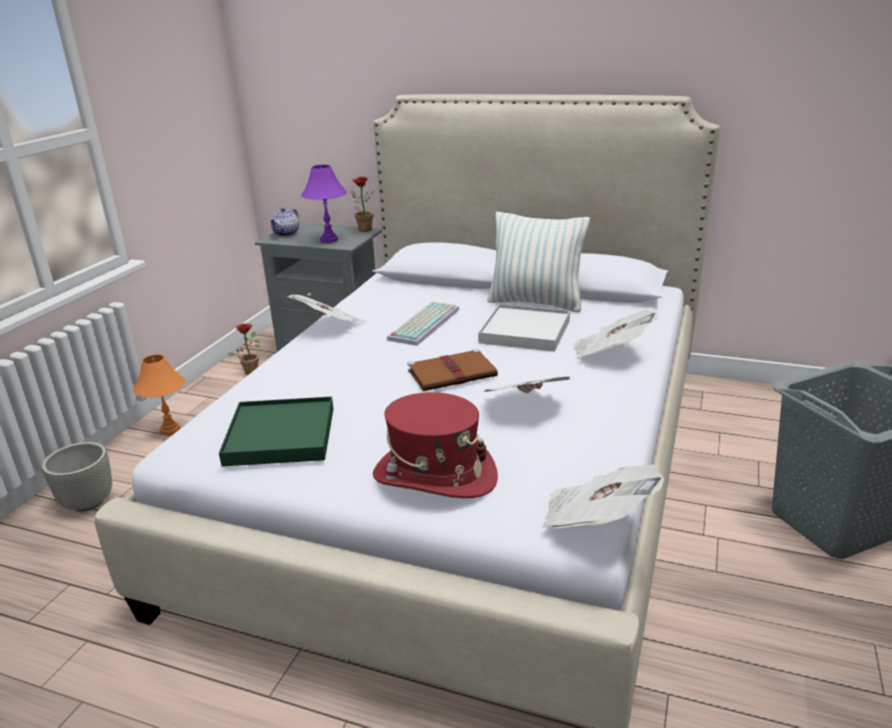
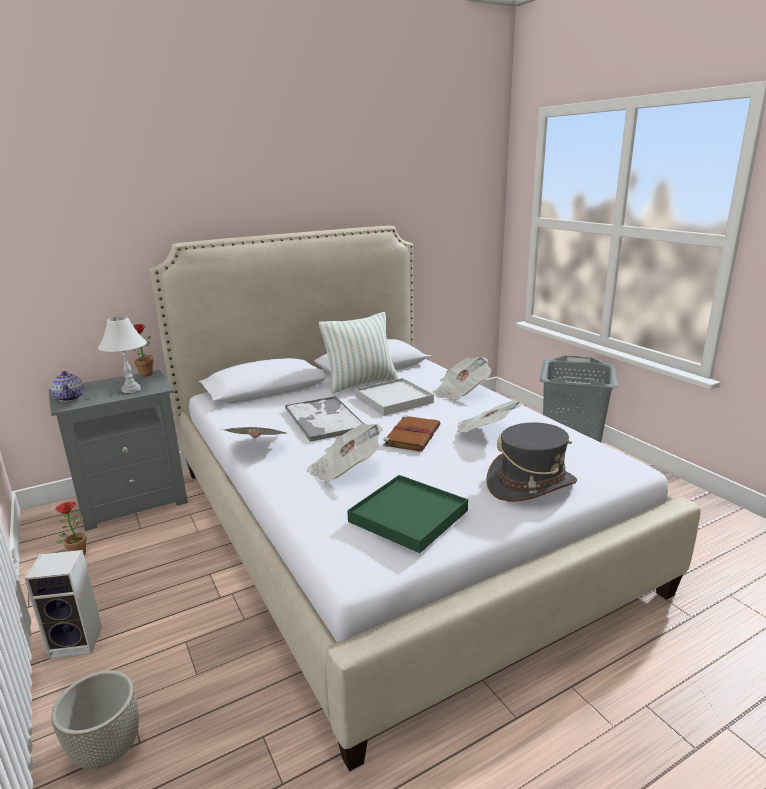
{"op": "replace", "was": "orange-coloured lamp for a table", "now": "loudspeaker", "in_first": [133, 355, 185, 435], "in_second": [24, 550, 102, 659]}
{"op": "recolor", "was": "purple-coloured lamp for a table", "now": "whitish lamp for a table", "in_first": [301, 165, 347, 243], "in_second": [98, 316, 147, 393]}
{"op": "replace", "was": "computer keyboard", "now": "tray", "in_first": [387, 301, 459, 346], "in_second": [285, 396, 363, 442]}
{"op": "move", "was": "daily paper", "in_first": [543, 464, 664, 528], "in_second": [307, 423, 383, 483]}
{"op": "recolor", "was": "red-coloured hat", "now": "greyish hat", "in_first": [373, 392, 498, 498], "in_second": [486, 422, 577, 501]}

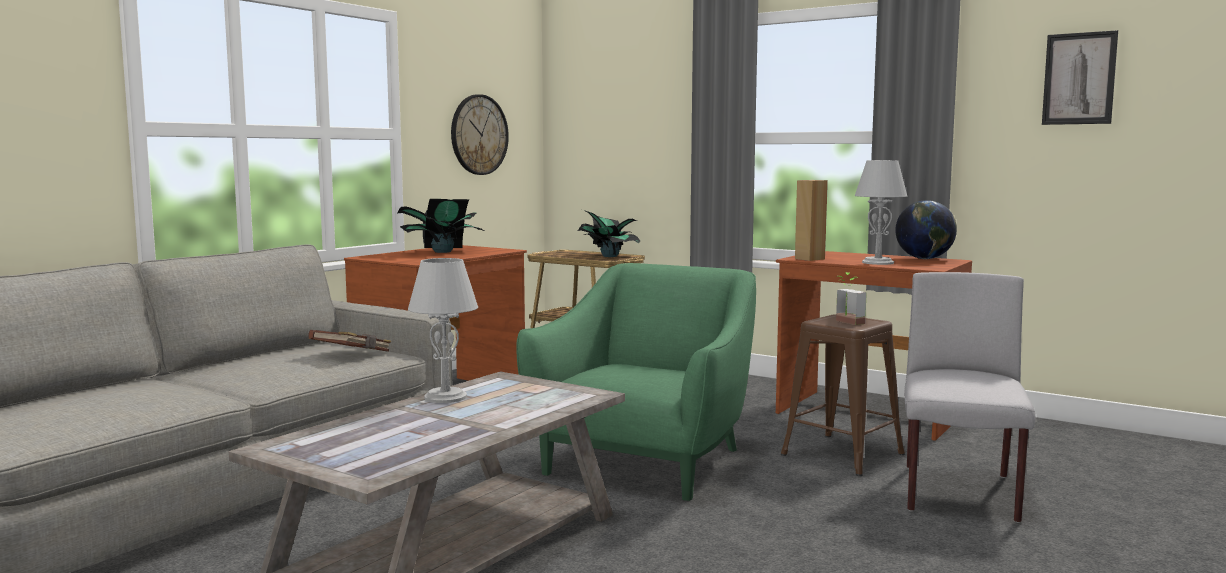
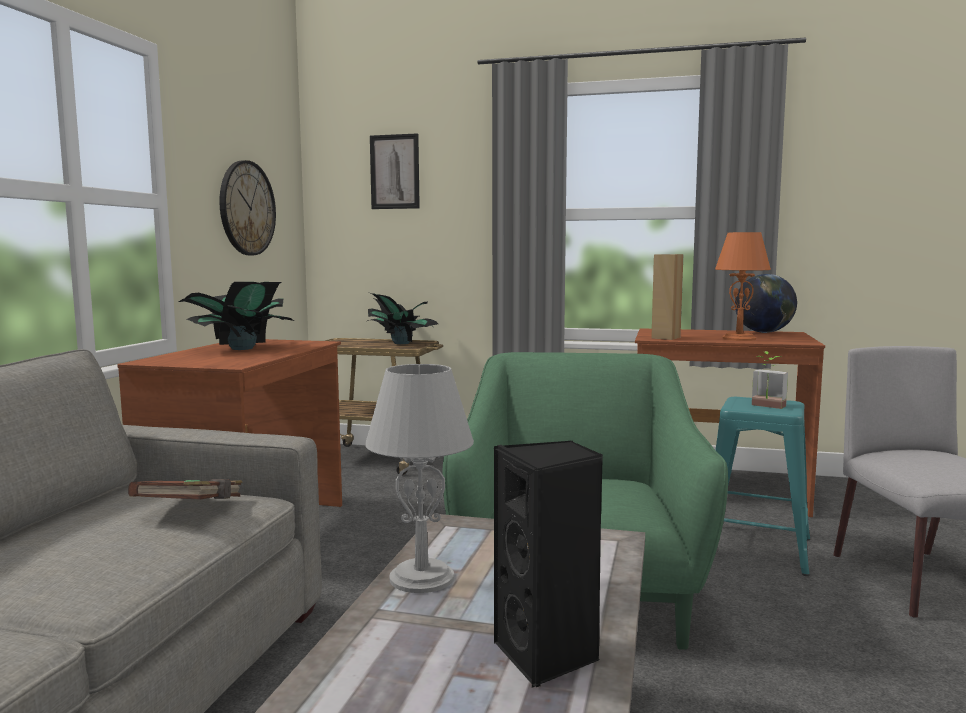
{"op": "move", "was": "picture", "in_first": [1042, 30, 1118, 125], "in_second": [370, 133, 420, 209]}
{"op": "insert", "now": "black loudspeaker", "in_second": [494, 441, 604, 688]}
{"op": "recolor", "was": "greyish lamp for a table", "now": "orange-coloured lamp for a table", "in_first": [855, 160, 907, 265], "in_second": [715, 232, 771, 341]}
{"op": "recolor", "was": "brown stool seat", "now": "turquoise stool seat", "in_first": [781, 314, 905, 476], "in_second": [716, 397, 810, 576]}

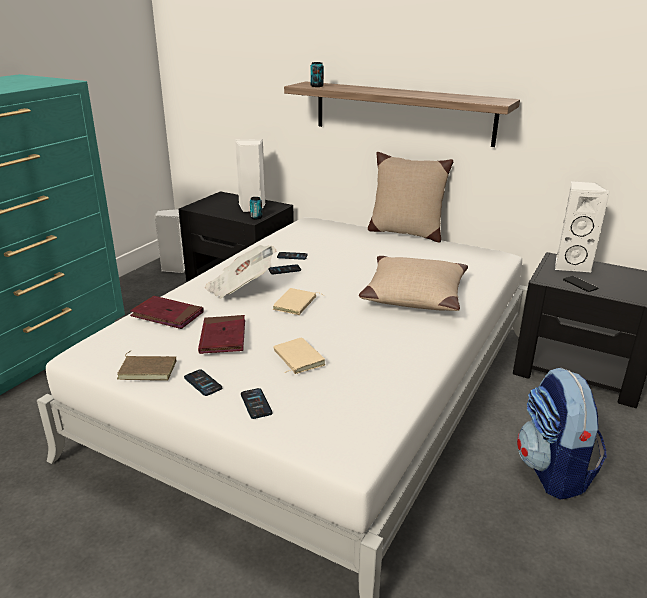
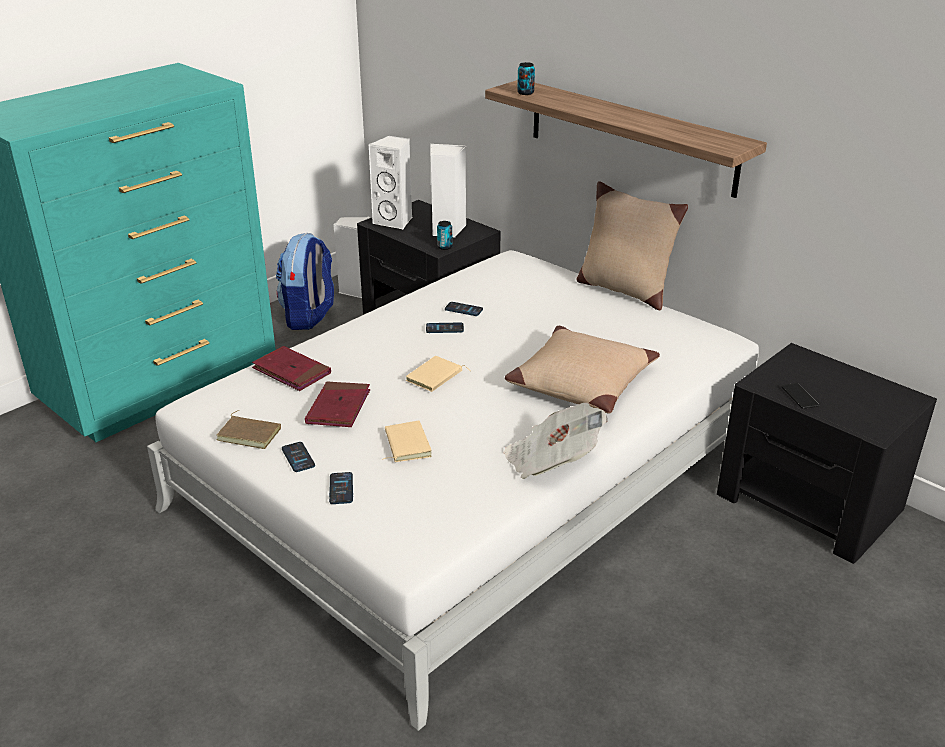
{"op": "move", "was": "knapsack", "in_first": [517, 367, 607, 499], "in_second": [276, 233, 334, 330]}
{"op": "move", "was": "whitish loudspeaker", "in_first": [555, 181, 610, 273], "in_second": [368, 136, 412, 229]}
{"op": "move", "was": "daily paper", "in_first": [205, 245, 276, 298], "in_second": [504, 403, 608, 479]}

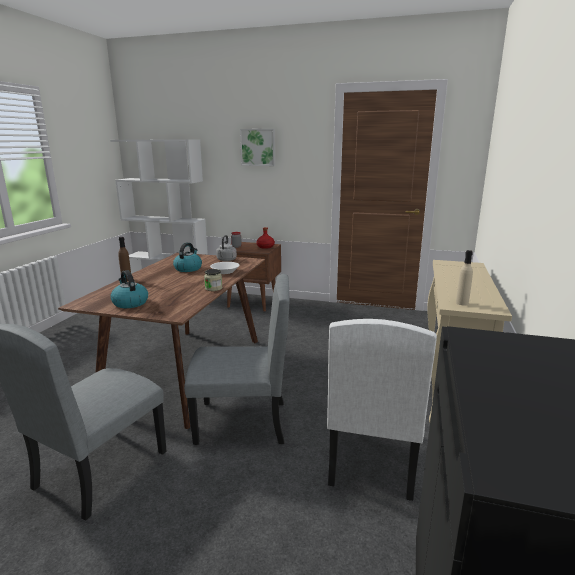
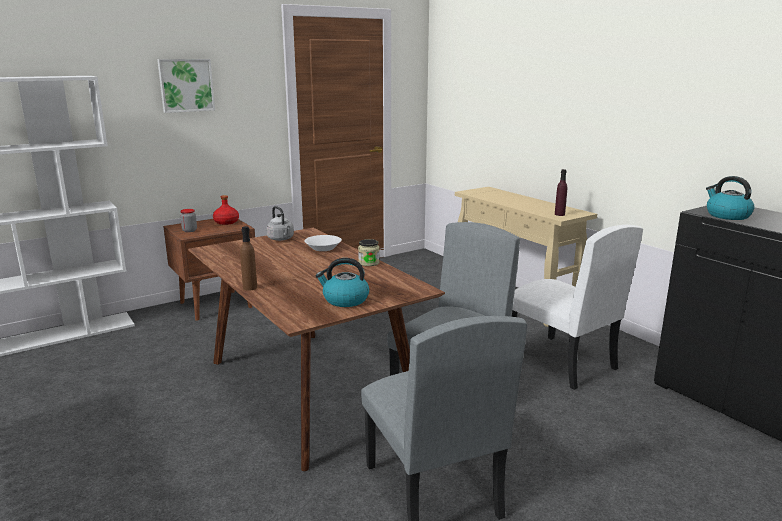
{"op": "recolor", "was": "sand-coloured bottle", "now": "purple-coloured bottle", "in_first": [456, 250, 473, 306], "in_second": [555, 169, 567, 216]}
{"op": "move", "was": "kettle", "in_first": [173, 243, 202, 272], "in_second": [706, 176, 755, 220]}

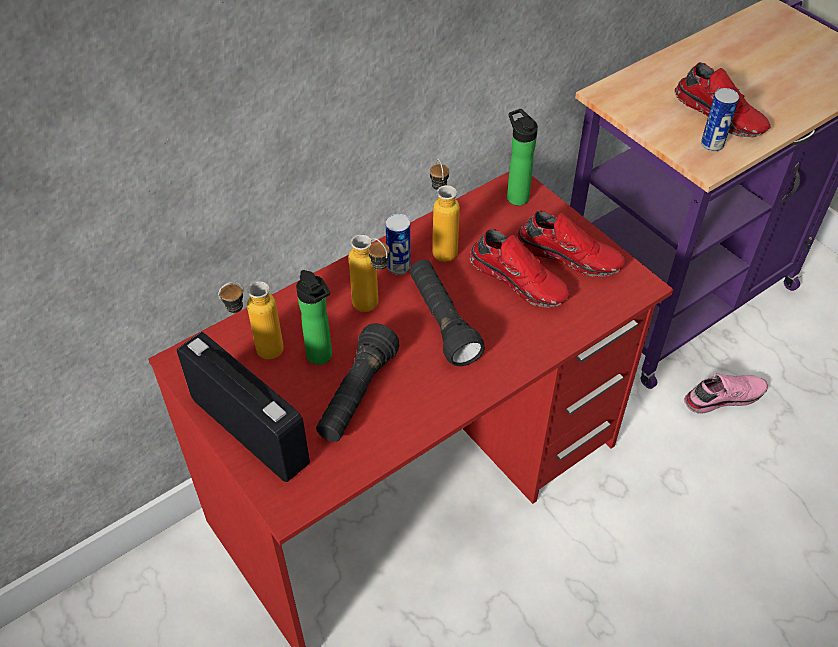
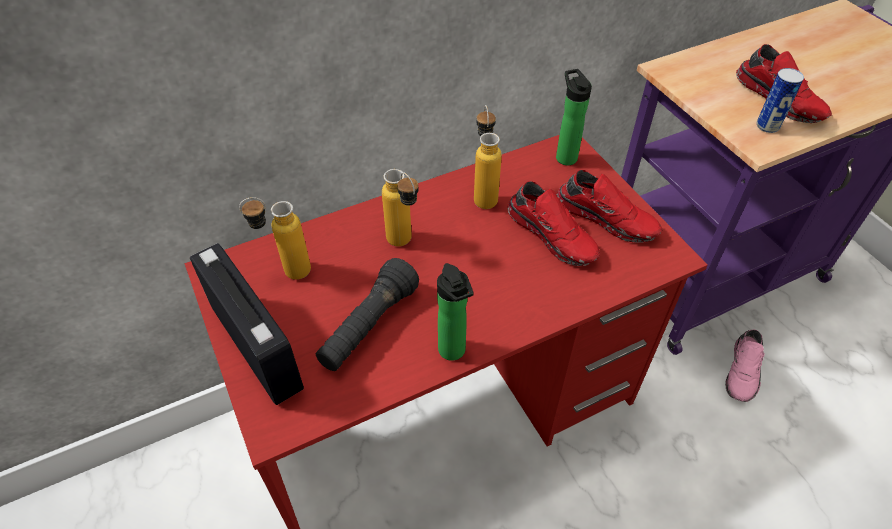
{"op": "move", "was": "bottle", "in_first": [296, 270, 332, 365], "in_second": [437, 263, 473, 361]}
{"op": "rotate", "was": "pink item of footwear", "in_first": [684, 373, 768, 414], "in_second": [725, 329, 765, 402], "clockwise": 120}
{"op": "delete", "was": "metal can", "in_first": [385, 214, 411, 275]}
{"op": "delete", "was": "black torch", "in_first": [409, 260, 485, 366]}

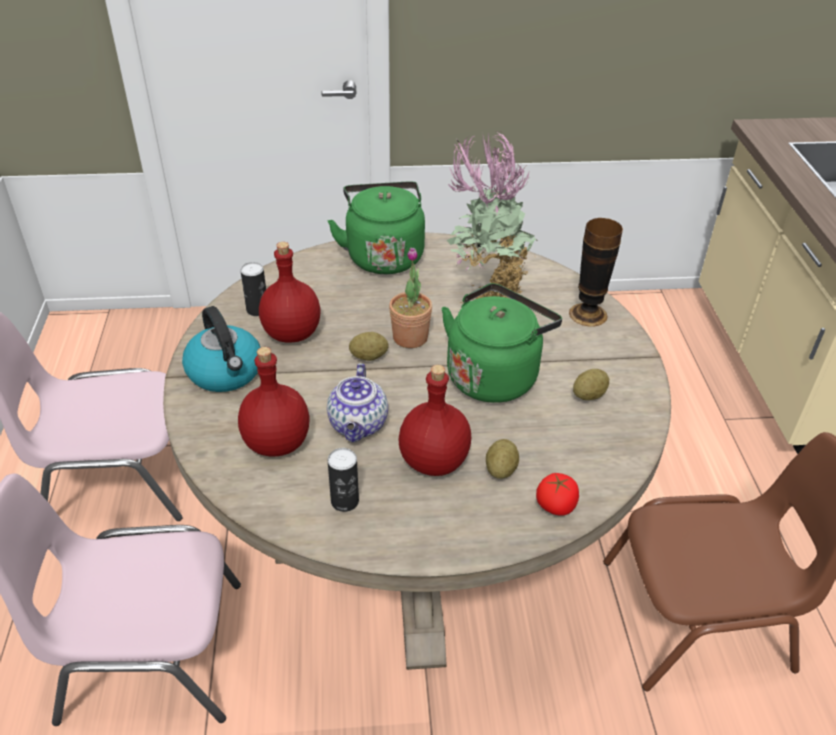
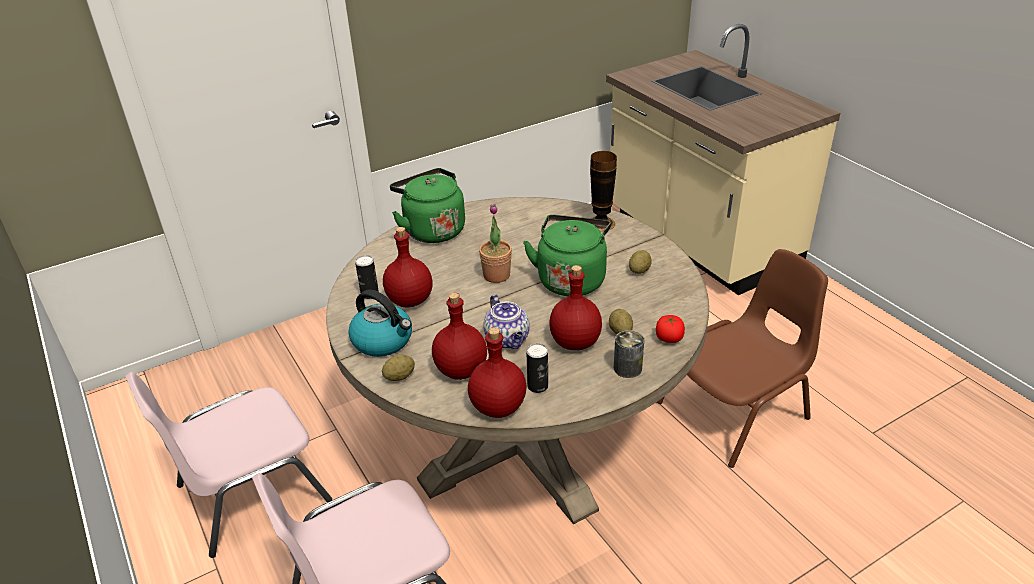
{"op": "move", "was": "potato", "in_first": [349, 332, 388, 361], "in_second": [382, 355, 415, 381]}
{"op": "insert", "now": "red-coloured bottle", "in_second": [468, 327, 527, 418]}
{"op": "insert", "now": "metal can", "in_second": [614, 330, 644, 378]}
{"op": "delete", "was": "plant in a pot", "in_first": [447, 131, 537, 303]}

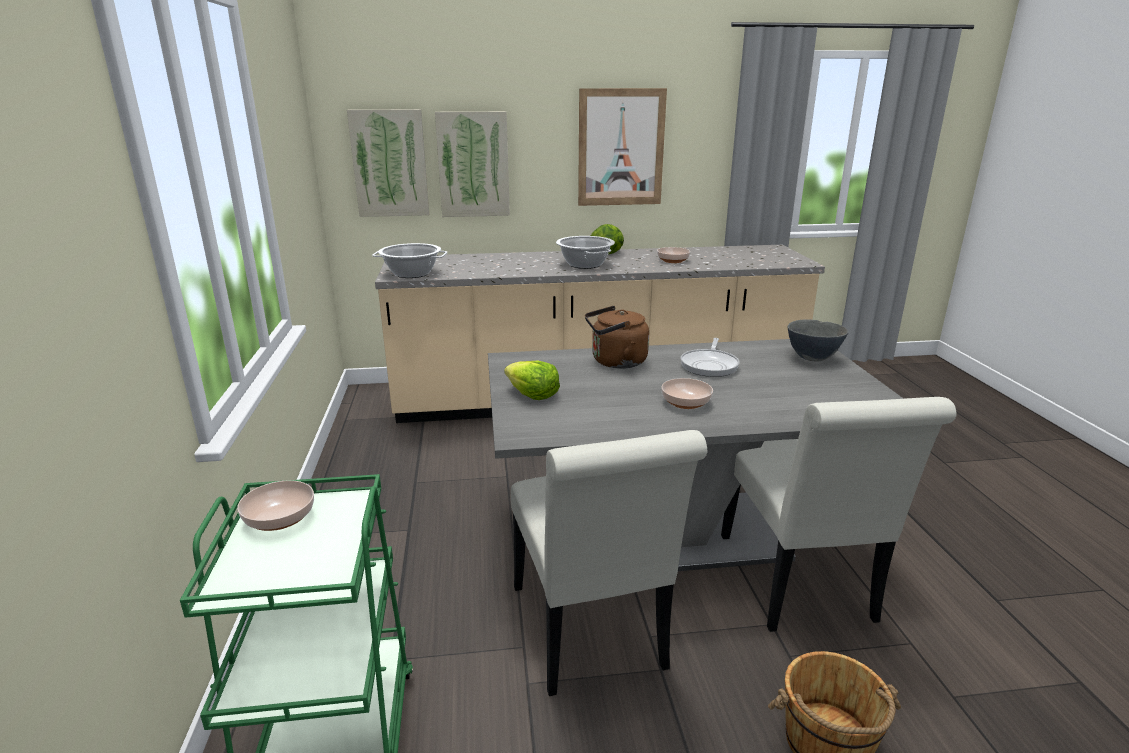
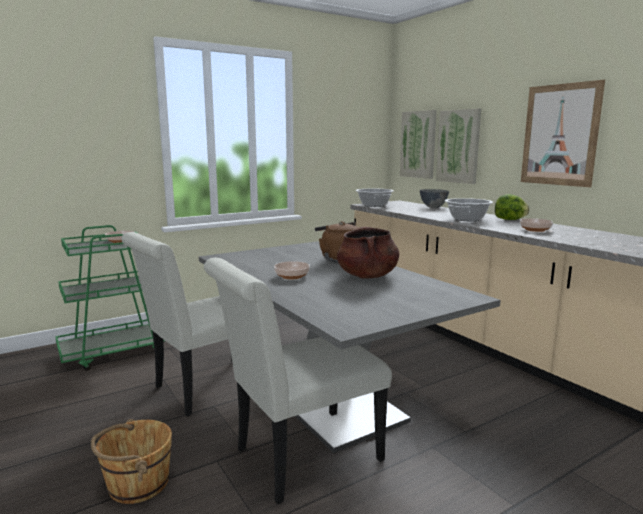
{"op": "replace", "was": "frying pan", "now": "brown saucepot", "in_first": [680, 338, 740, 377], "in_second": [337, 227, 399, 278]}
{"op": "move", "was": "greyish serving bowl", "in_first": [788, 319, 849, 361], "in_second": [420, 189, 449, 208]}
{"op": "delete", "was": "lettuce", "in_first": [504, 361, 560, 400]}

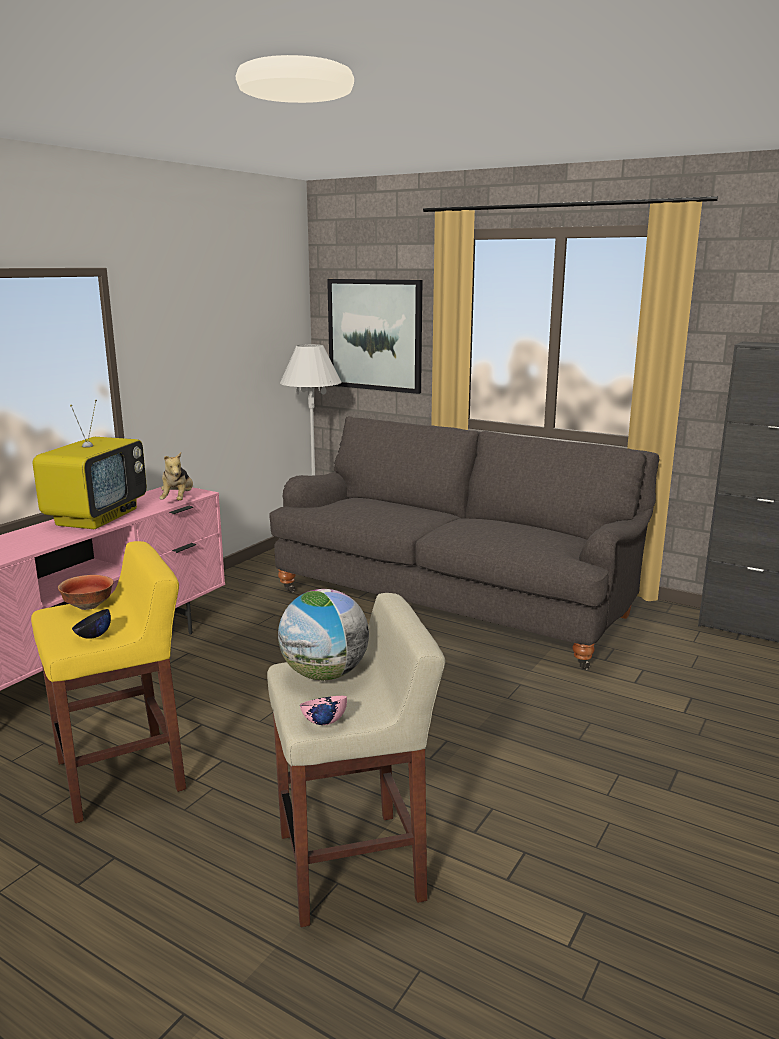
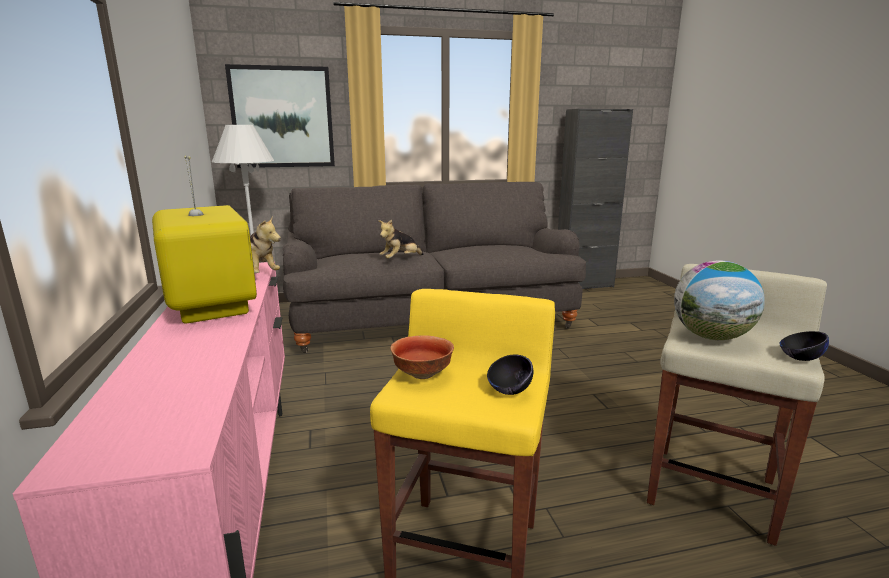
{"op": "insert", "now": "plush toy", "in_second": [379, 220, 424, 259]}
{"op": "recolor", "was": "pink serving bowl", "now": "black serving bowl", "in_first": [300, 696, 347, 725], "in_second": [780, 331, 829, 361]}

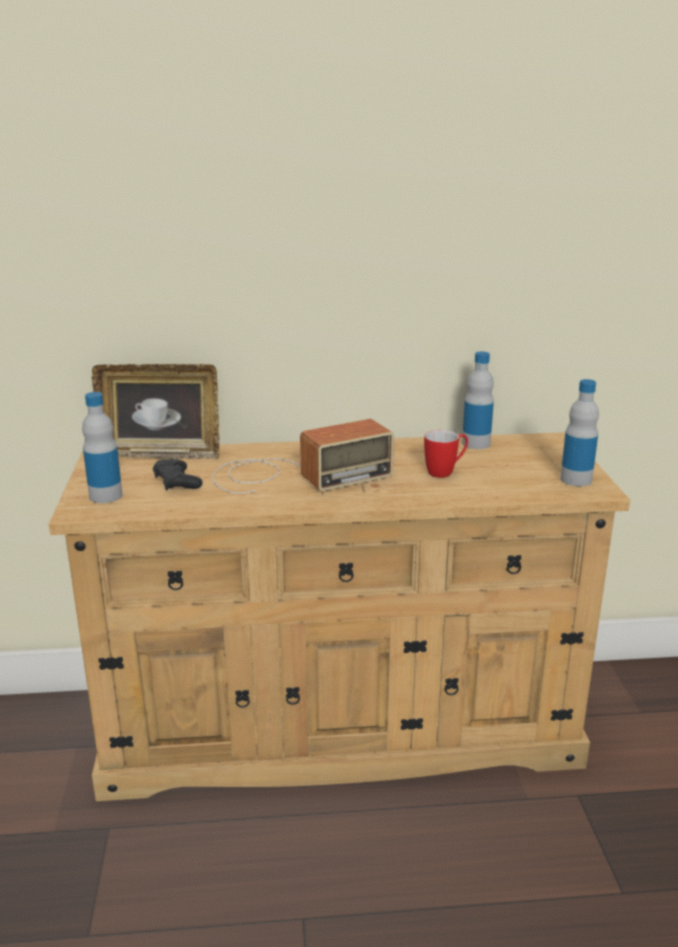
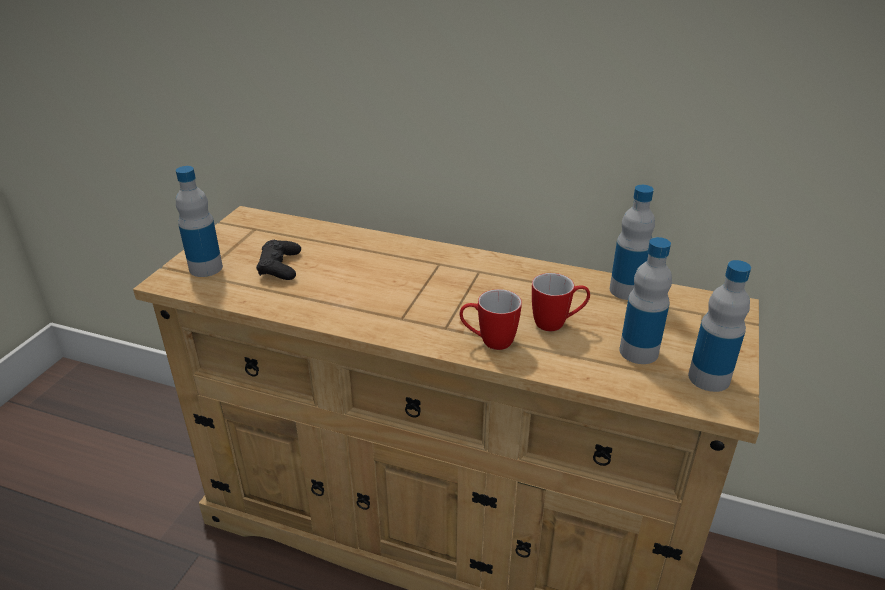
{"op": "insert", "now": "coffee mug", "in_second": [460, 289, 522, 350]}
{"op": "insert", "now": "bottle", "in_second": [619, 237, 672, 364]}
{"op": "delete", "was": "picture frame", "in_first": [92, 364, 220, 459]}
{"op": "delete", "was": "radio receiver", "in_first": [212, 419, 394, 494]}

